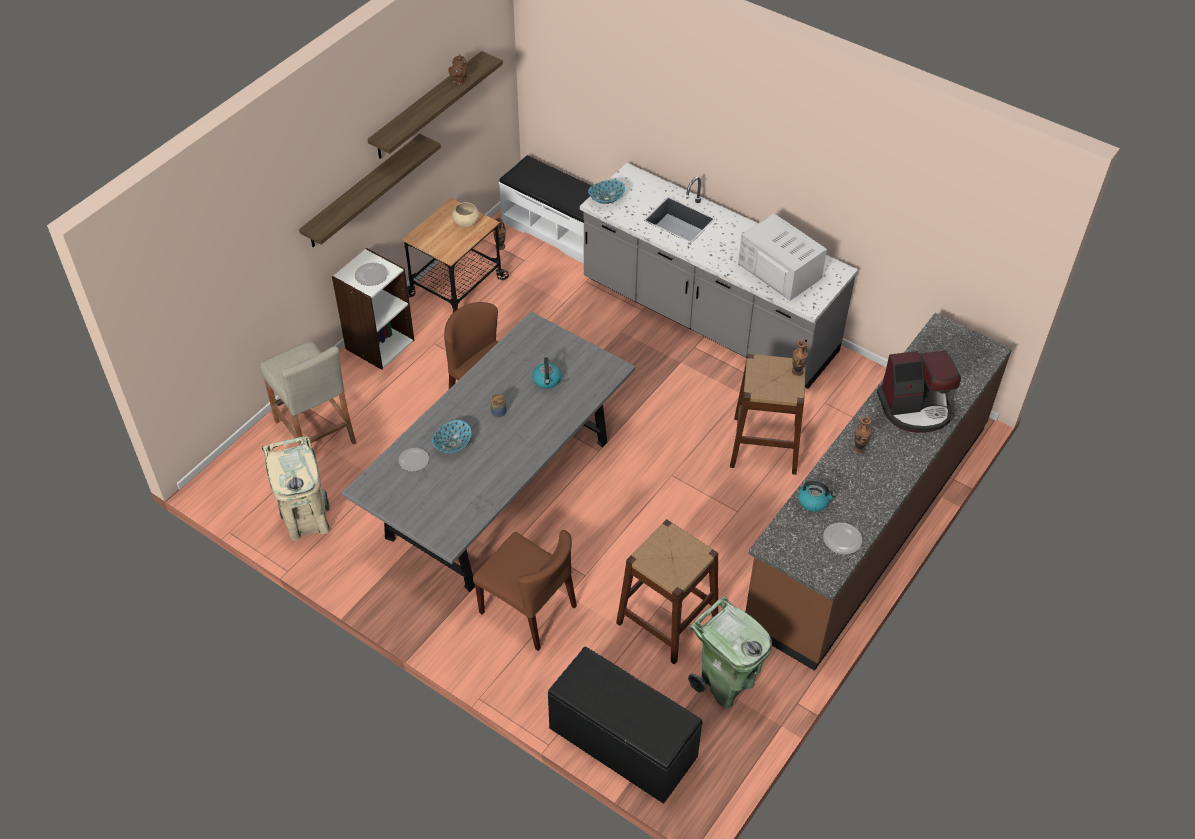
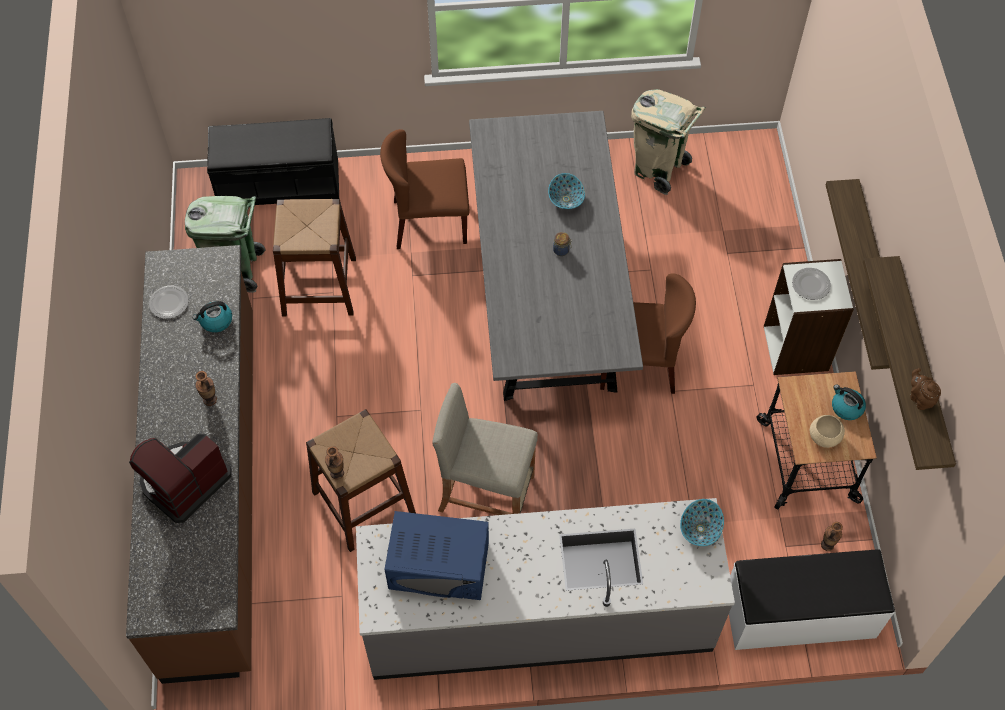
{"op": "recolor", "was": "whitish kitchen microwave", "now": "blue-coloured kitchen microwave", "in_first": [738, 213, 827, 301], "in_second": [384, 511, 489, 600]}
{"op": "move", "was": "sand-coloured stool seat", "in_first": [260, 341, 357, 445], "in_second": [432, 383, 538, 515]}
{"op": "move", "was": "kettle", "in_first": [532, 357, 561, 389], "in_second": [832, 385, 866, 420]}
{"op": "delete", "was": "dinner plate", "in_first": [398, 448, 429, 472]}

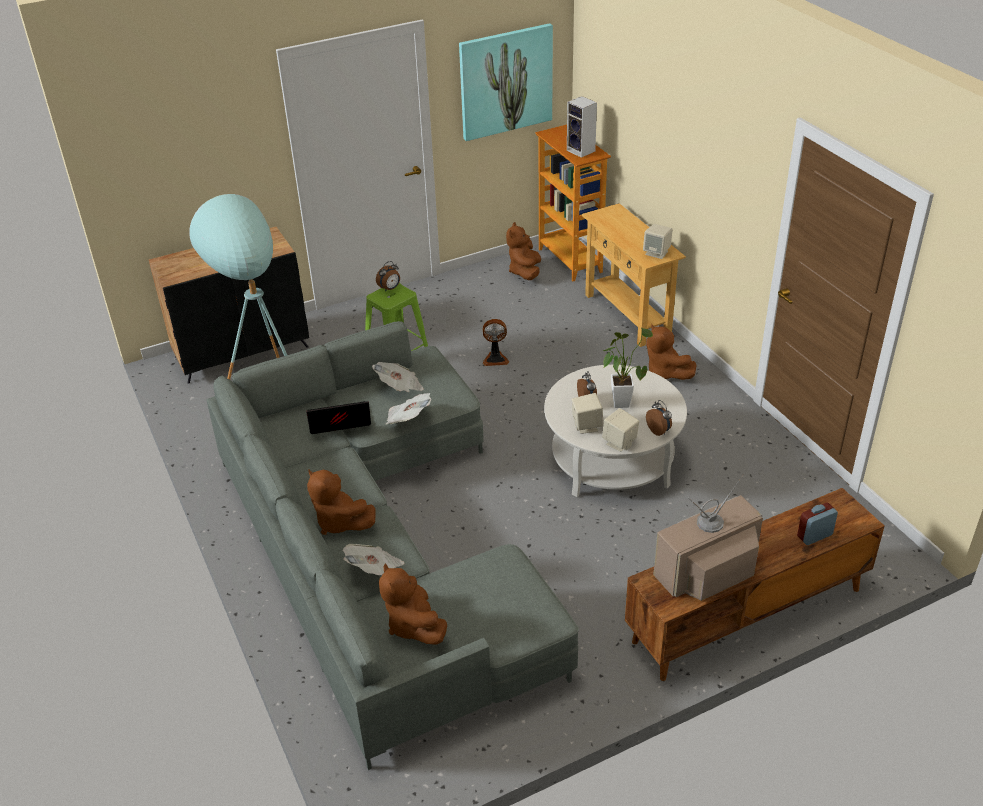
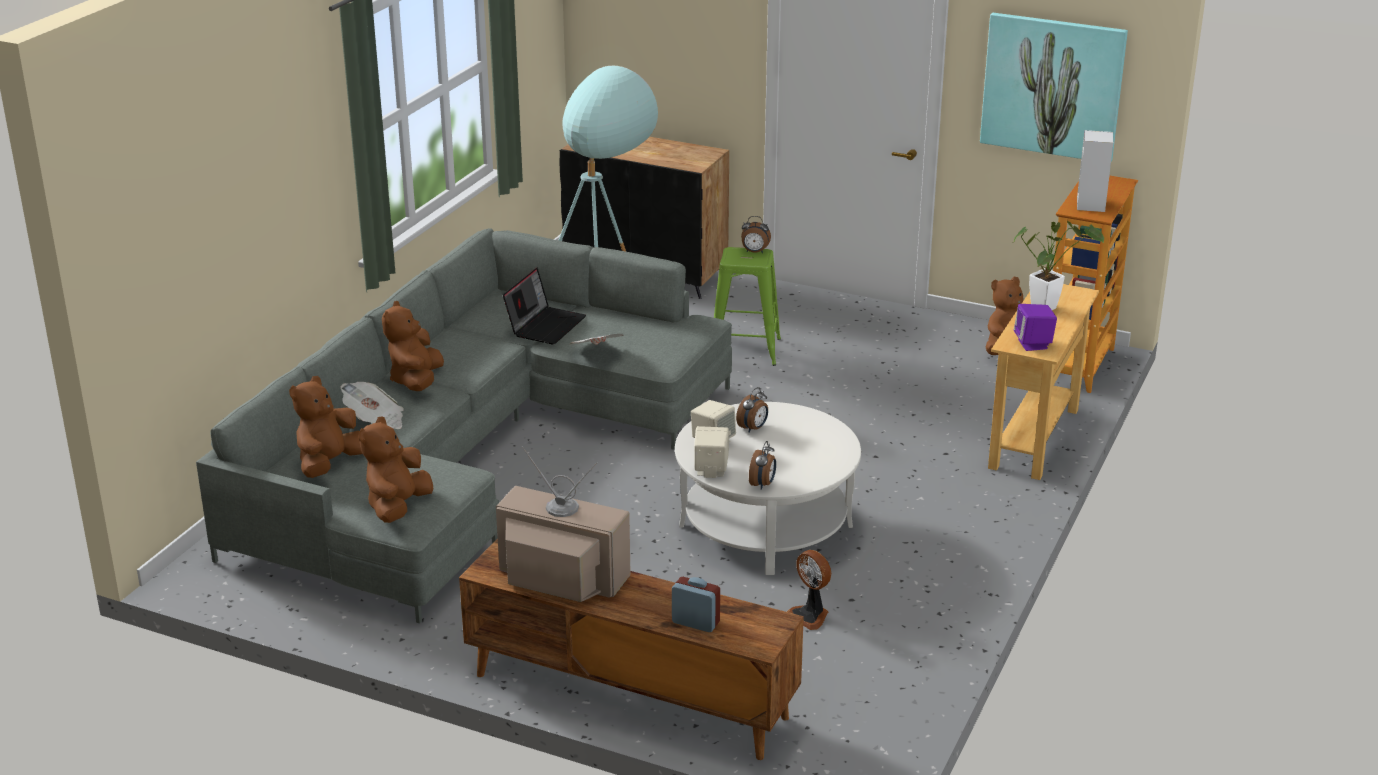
{"op": "move", "was": "brown plush toy", "in_first": [646, 324, 696, 380], "in_second": [359, 416, 433, 523]}
{"op": "rotate", "was": "notebook computer", "in_first": [306, 401, 371, 434], "in_second": [503, 268, 586, 345], "clockwise": 75}
{"op": "move", "was": "fan", "in_first": [483, 319, 509, 366], "in_second": [786, 550, 831, 630]}
{"op": "move", "was": "plant in a pot", "in_first": [603, 328, 653, 408], "in_second": [1014, 221, 1104, 310]}
{"op": "recolor", "was": "sand-coloured loudspeaker", "now": "purple-coloured loudspeaker", "in_first": [643, 224, 673, 259], "in_second": [1014, 304, 1057, 351]}
{"op": "delete", "was": "daily paper", "in_first": [372, 362, 424, 392]}

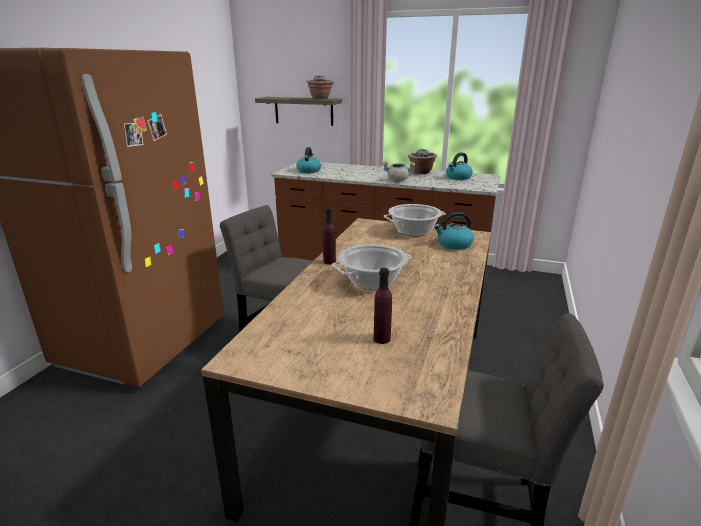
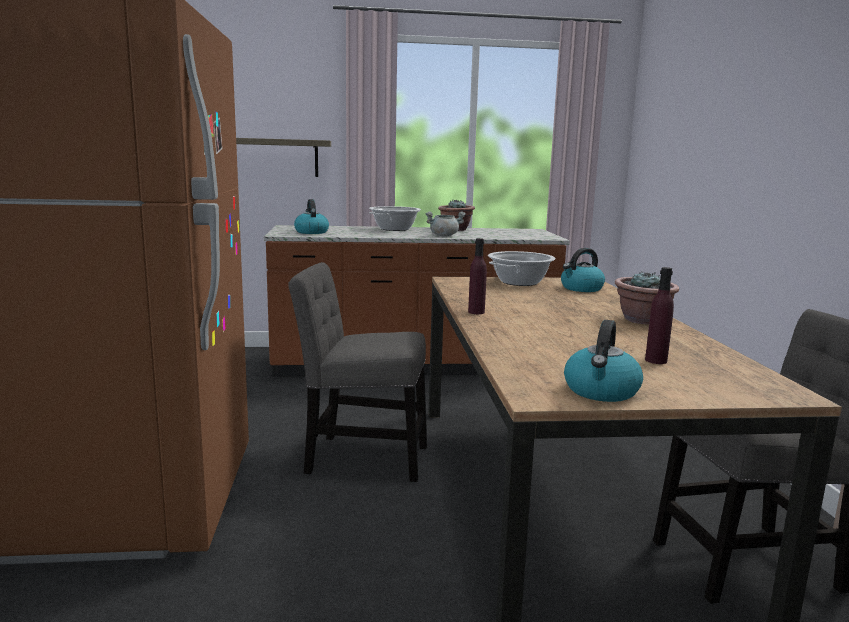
{"op": "move", "was": "saucepot", "in_first": [332, 244, 412, 290], "in_second": [369, 206, 421, 231]}
{"op": "move", "was": "kettle", "in_first": [446, 153, 473, 180], "in_second": [564, 320, 643, 402]}
{"op": "move", "was": "plant in a pot", "in_first": [306, 75, 334, 99], "in_second": [615, 272, 679, 324]}

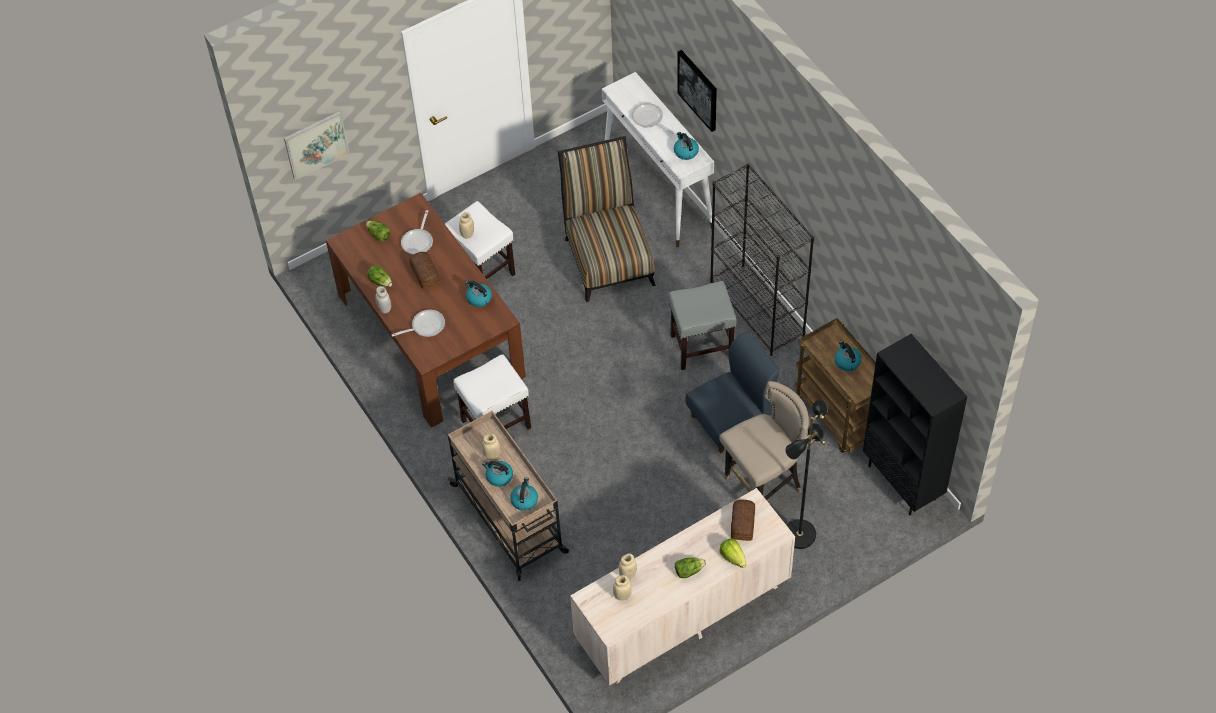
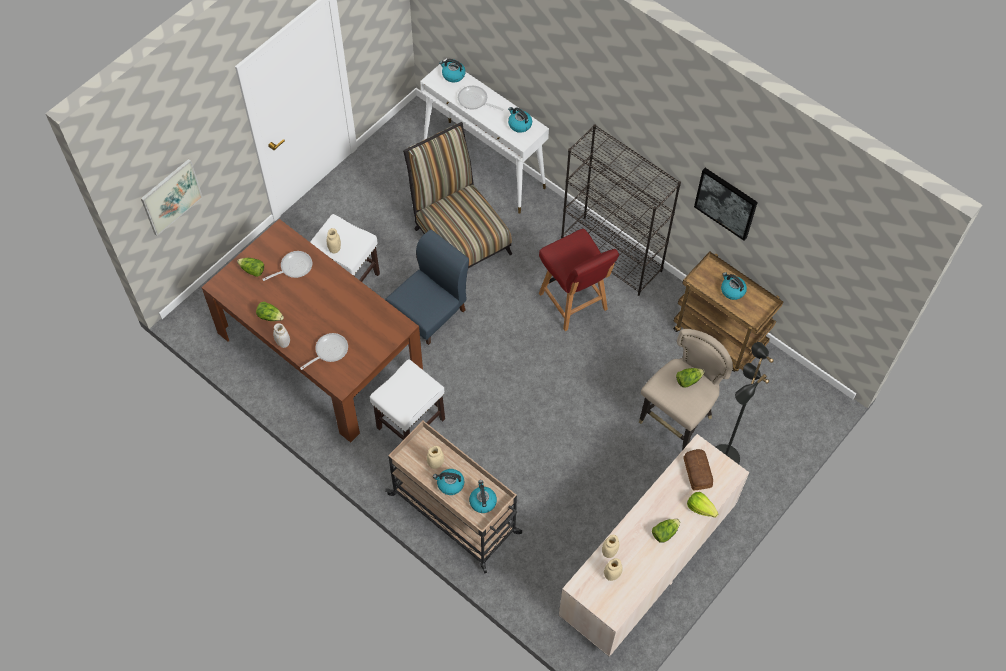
{"op": "rotate", "was": "frying pan", "in_first": [401, 210, 433, 255], "in_second": [262, 251, 312, 281], "clockwise": -120}
{"op": "move", "was": "blue-coloured chair", "in_first": [685, 331, 780, 453], "in_second": [385, 230, 469, 345]}
{"op": "move", "was": "kettle", "in_first": [465, 281, 492, 307], "in_second": [439, 59, 466, 83]}
{"op": "replace", "was": "greyish stool seat", "now": "red-coloured chair", "in_first": [669, 281, 737, 370], "in_second": [539, 229, 619, 331]}
{"op": "insert", "now": "lettuce", "in_second": [676, 368, 705, 388]}
{"op": "move", "was": "picture", "in_first": [677, 50, 717, 132], "in_second": [694, 168, 758, 241]}
{"op": "delete", "was": "bread", "in_first": [409, 252, 440, 289]}
{"op": "delete", "was": "black shelving unit", "in_first": [863, 334, 967, 515]}

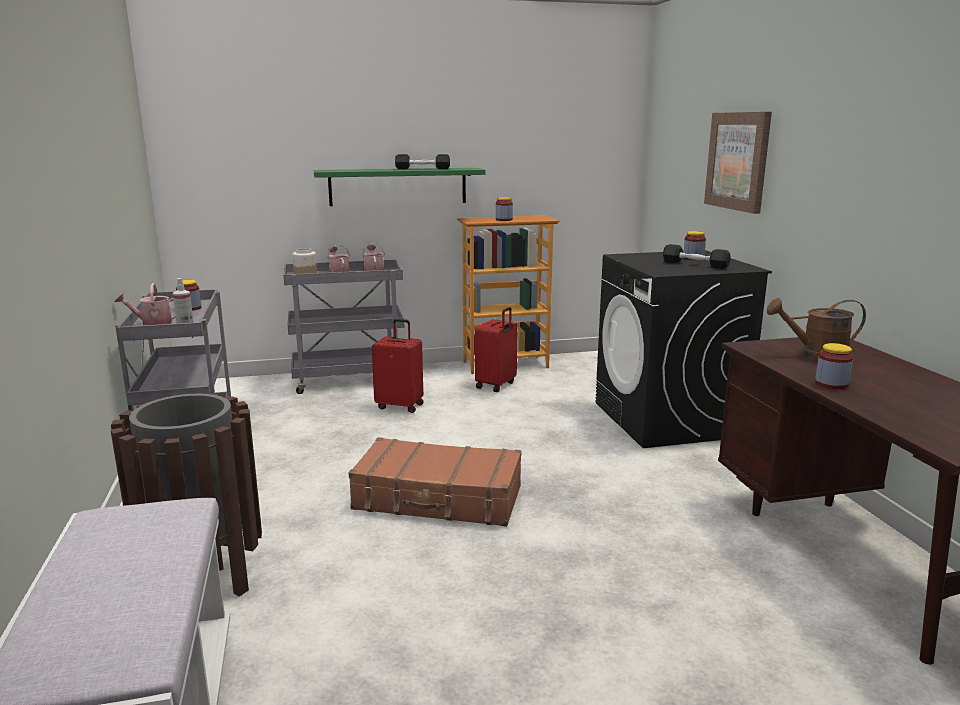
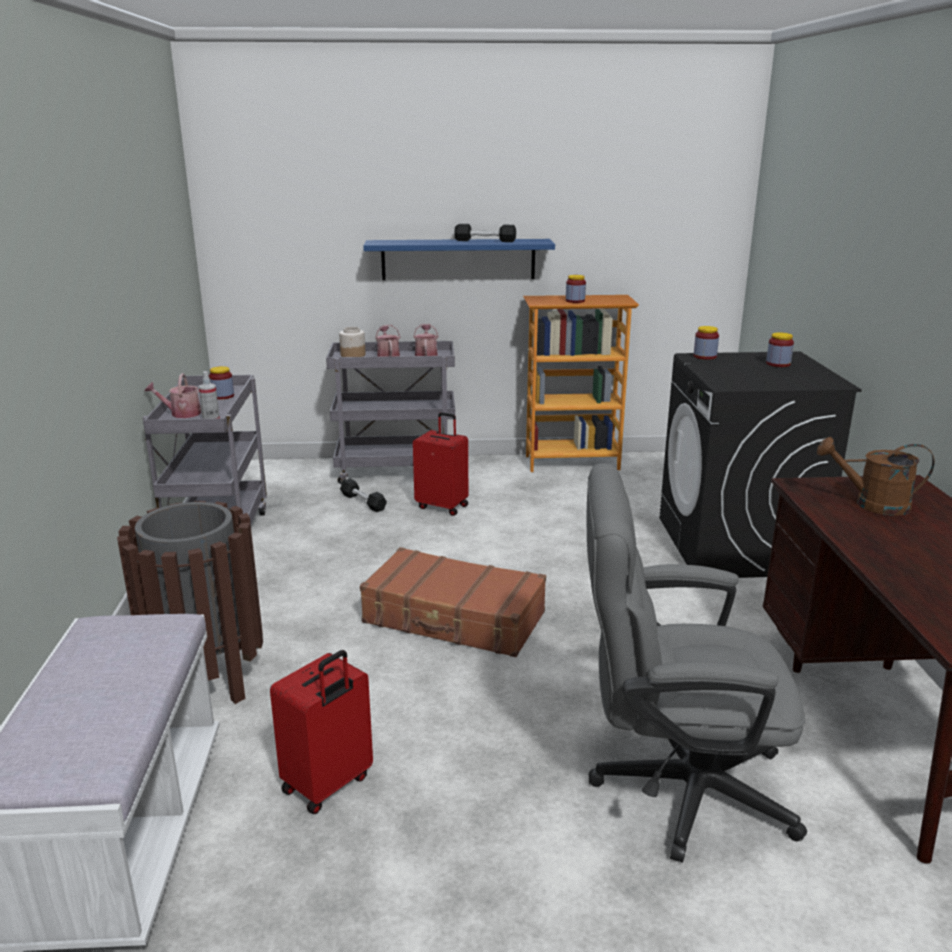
{"op": "move", "was": "red-coloured piece of luggage", "in_first": [475, 307, 518, 392], "in_second": [270, 650, 373, 814]}
{"op": "move", "was": "black dumbbell", "in_first": [663, 244, 731, 269], "in_second": [340, 479, 387, 512]}
{"op": "recolor", "was": "green-coloured shelf", "now": "blue-coloured shelf", "in_first": [314, 168, 485, 206], "in_second": [363, 239, 555, 280]}
{"op": "insert", "now": "greyish computer chair", "in_second": [587, 463, 807, 863]}
{"op": "move", "was": "storage jar", "in_first": [815, 343, 853, 389], "in_second": [693, 326, 719, 360]}
{"op": "delete", "was": "picture", "in_first": [704, 112, 772, 214]}

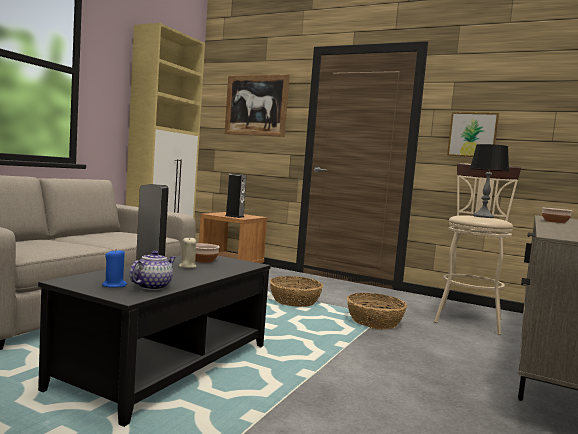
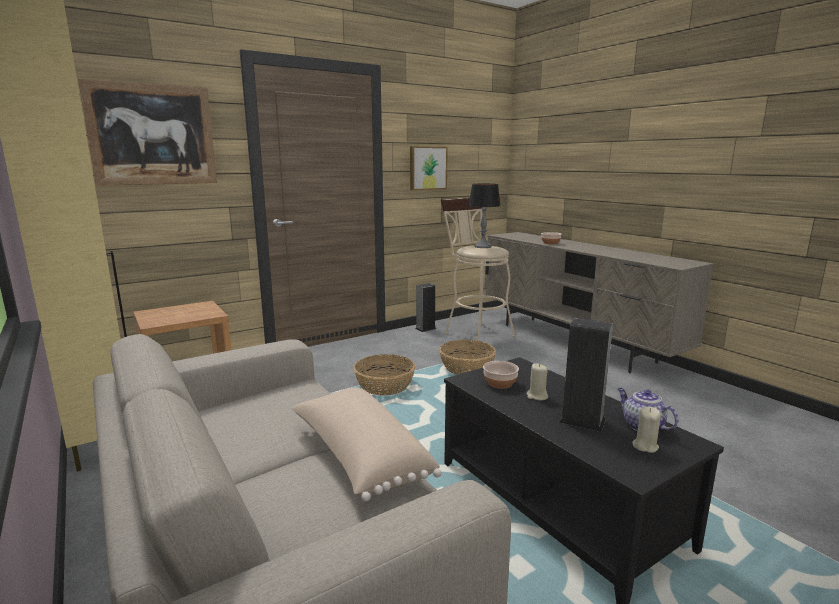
{"op": "insert", "now": "sand-coloured throw pillow", "in_second": [292, 388, 442, 501]}
{"op": "move", "was": "loudspeaker", "in_first": [225, 174, 246, 218], "in_second": [415, 283, 436, 332]}
{"op": "recolor", "was": "blue-coloured candle", "now": "sand-coloured candle", "in_first": [102, 249, 127, 288], "in_second": [632, 407, 661, 453]}

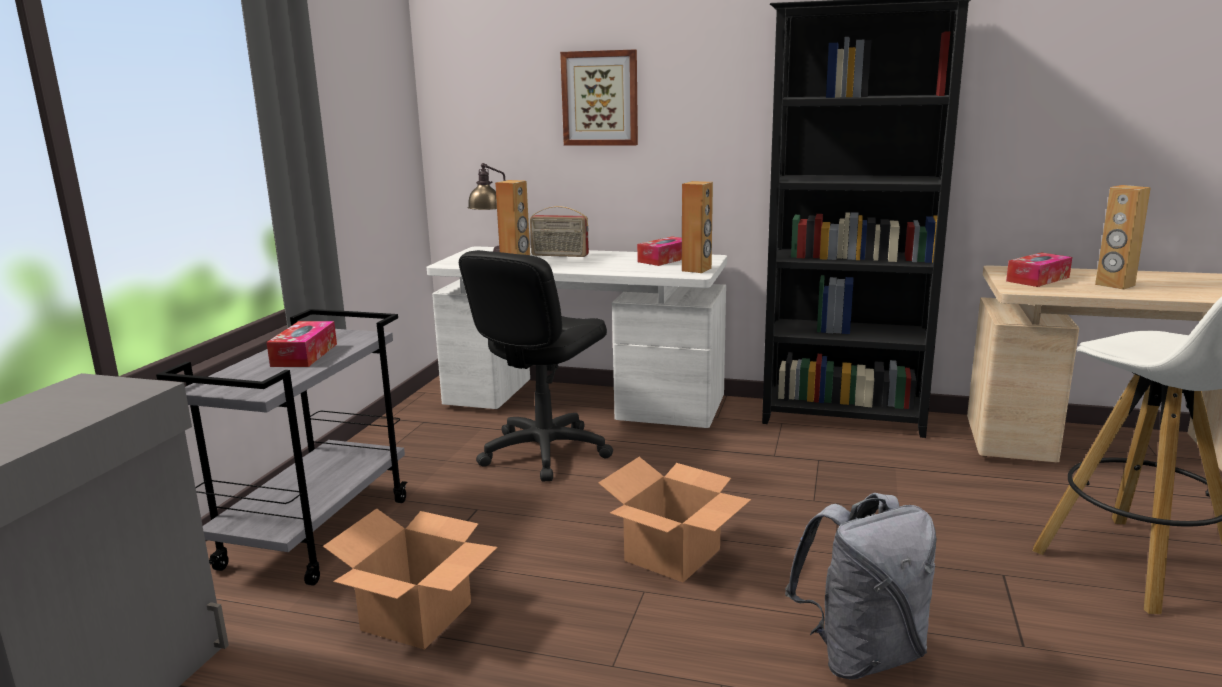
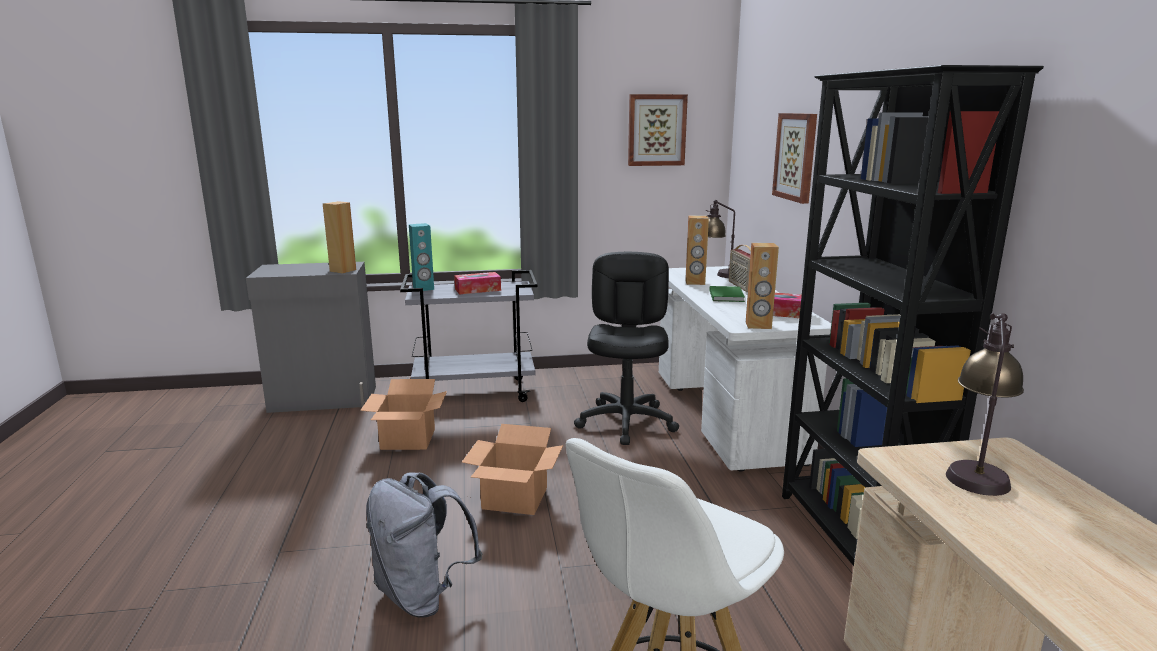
{"op": "move", "was": "brown loudspeaker", "in_first": [1095, 185, 1151, 290], "in_second": [323, 201, 356, 273]}
{"op": "insert", "now": "turquoise loudspeaker", "in_second": [409, 223, 434, 291]}
{"op": "rotate", "was": "black computer chair", "in_first": [459, 250, 613, 482], "in_second": [574, 252, 679, 445], "clockwise": 90}
{"op": "insert", "now": "picture", "in_second": [628, 94, 688, 166]}
{"op": "insert", "now": "green-coloured book", "in_second": [709, 286, 745, 302]}
{"op": "replace", "was": "tissue holder", "now": "lamp for a table", "in_first": [1006, 253, 1072, 287], "in_second": [946, 313, 1024, 496]}

